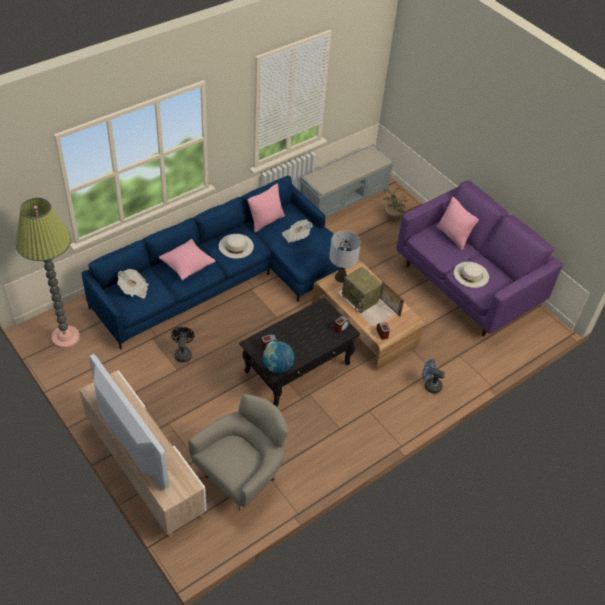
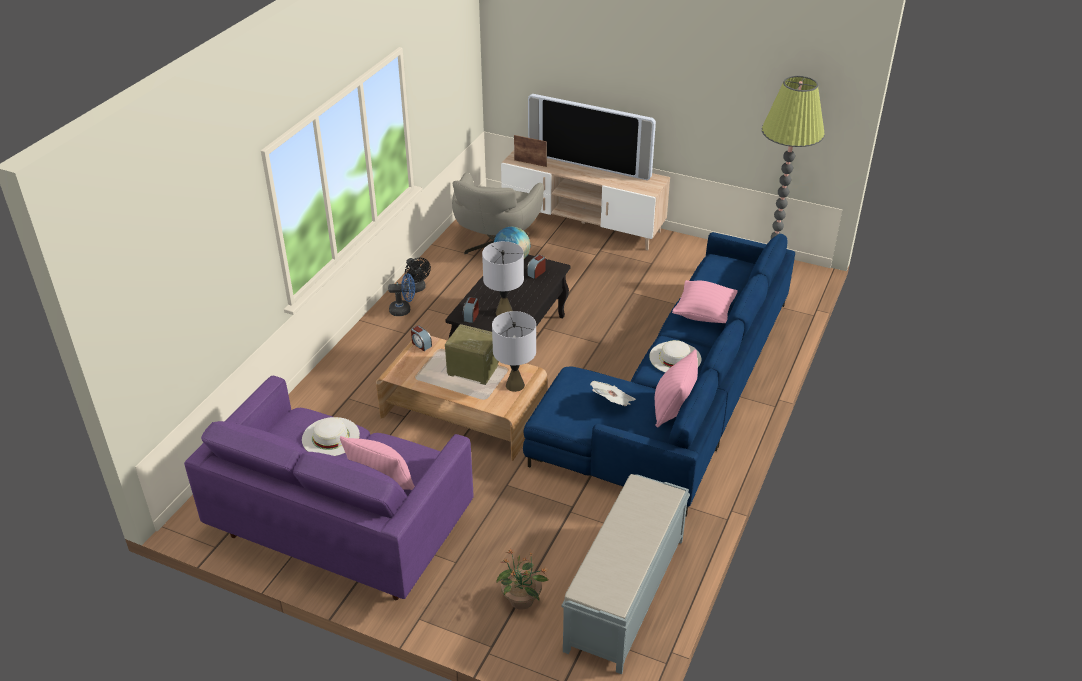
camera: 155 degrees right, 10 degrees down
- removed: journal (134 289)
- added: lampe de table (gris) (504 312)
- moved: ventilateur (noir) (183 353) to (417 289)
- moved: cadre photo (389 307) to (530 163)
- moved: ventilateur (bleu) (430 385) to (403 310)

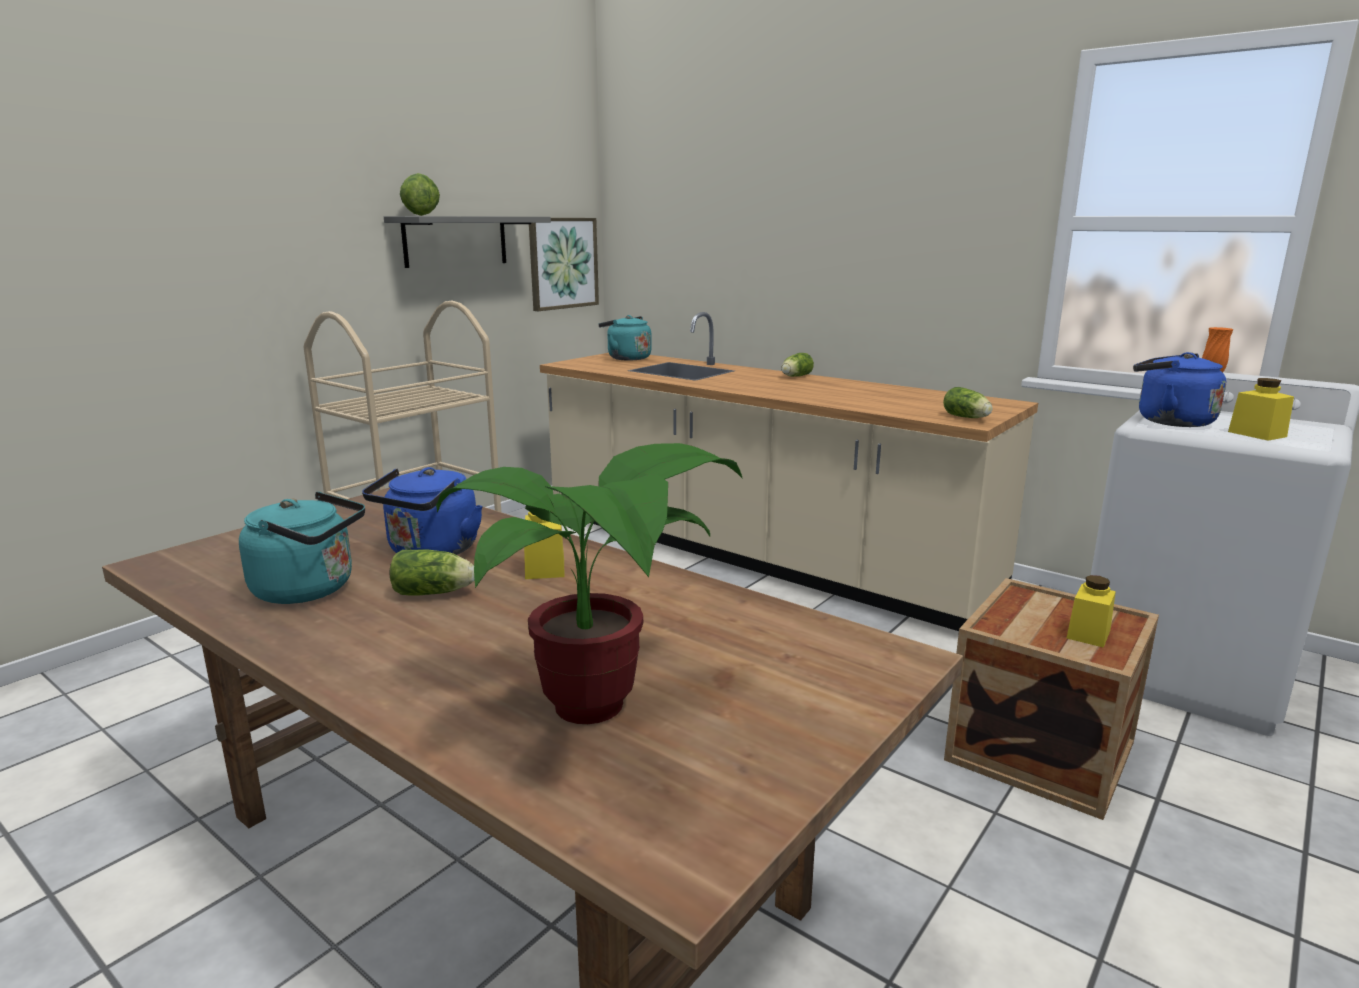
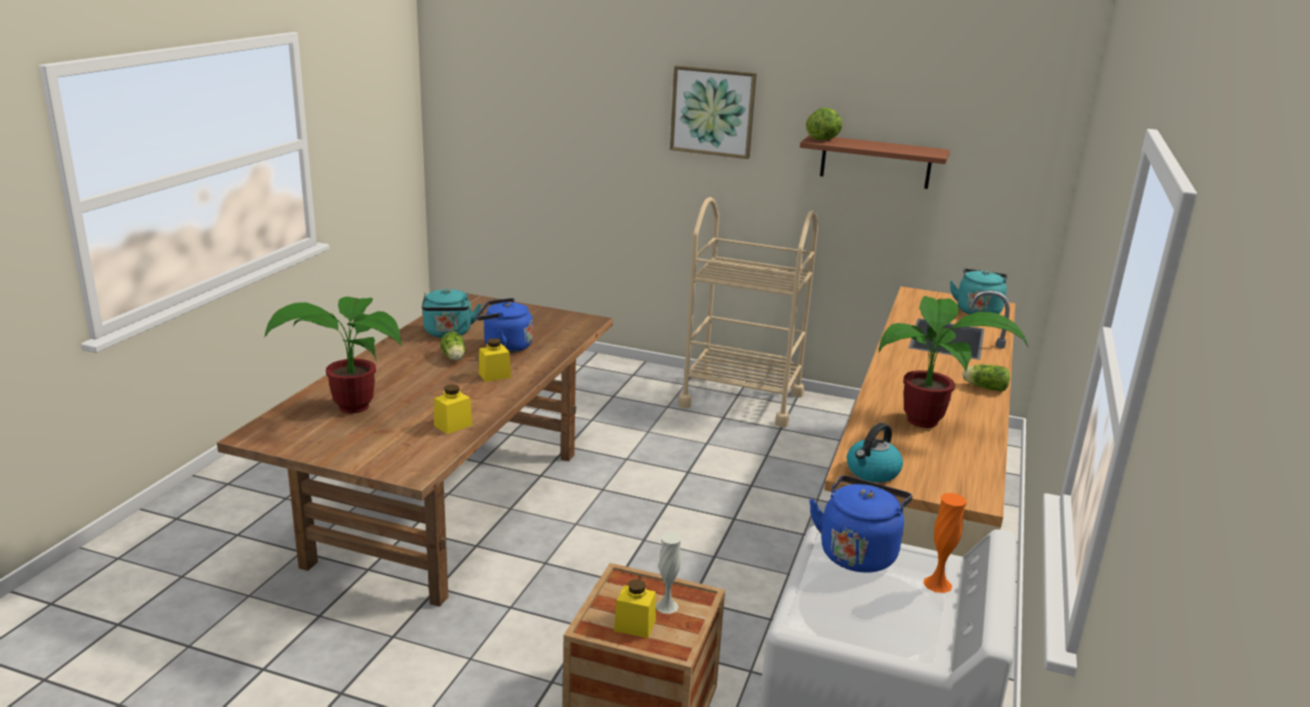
camera: 70 degrees right, 5 degrees up
- added: vase (blanc) (667 606)
- added: plante en pot (929 421)
- moved: tableau (563 263) to (713 111)
- moved: bocal (jaune) (1257 434) to (453 425)
- replaced: laitue (967 418) to bouilloire (872 472)
- recoloured: étagère (gris) (455 241) to étagère (marron) (875 162)

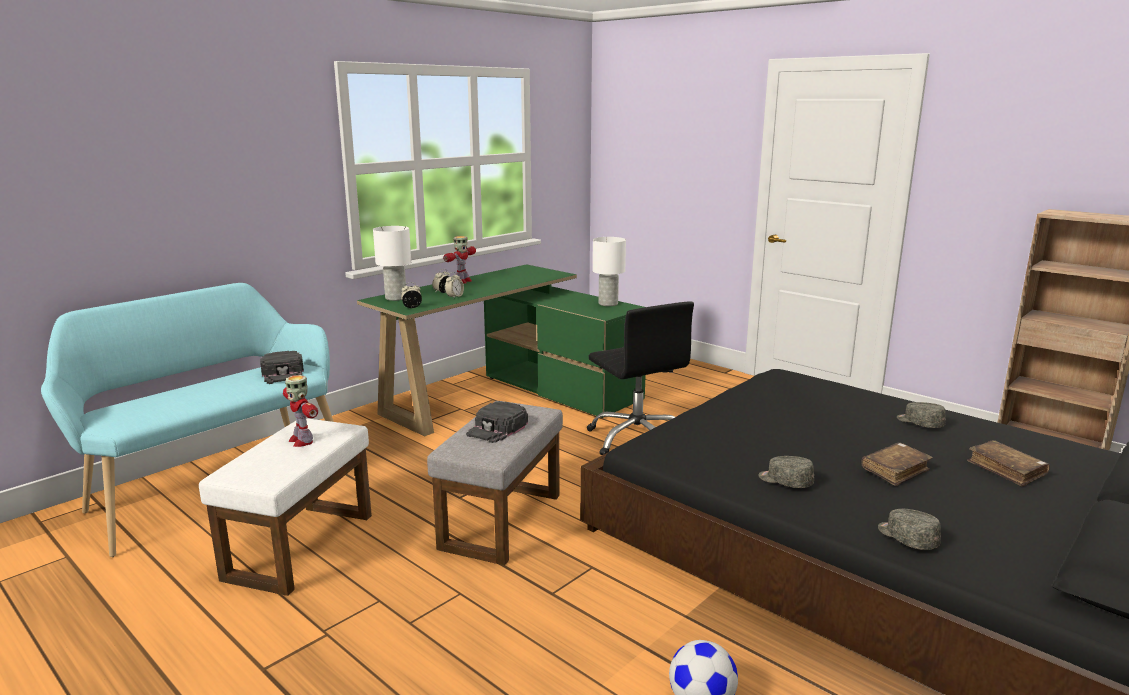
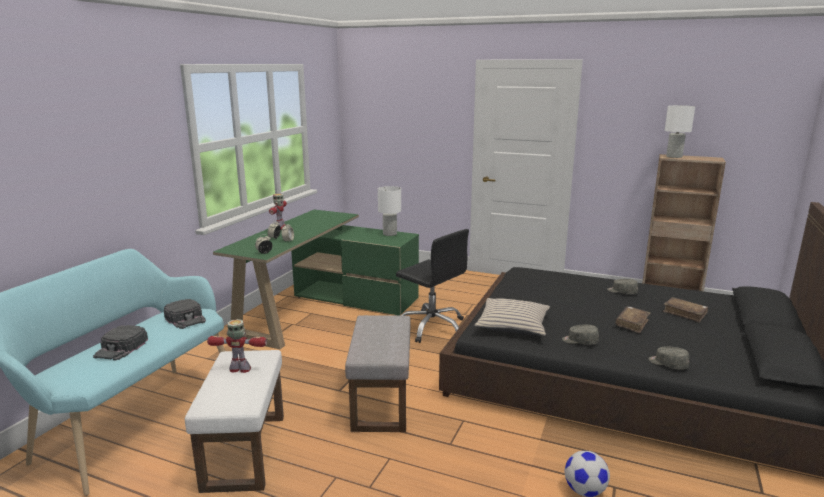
camera: 20 degrees left, 0 degrees up
- added: coussin (beige) (513 325)
- moved: lampe de table (blanc) (396 298) to (673 156)
- moved: casquette (noir) (497 428) to (121 348)
- turned: robot jouet (302 440) = (240 369) 150 degrees clockwise

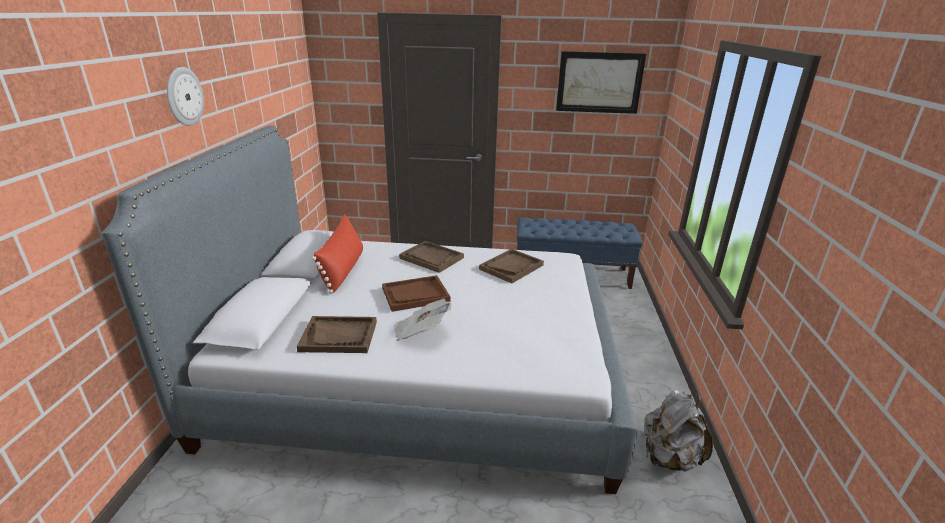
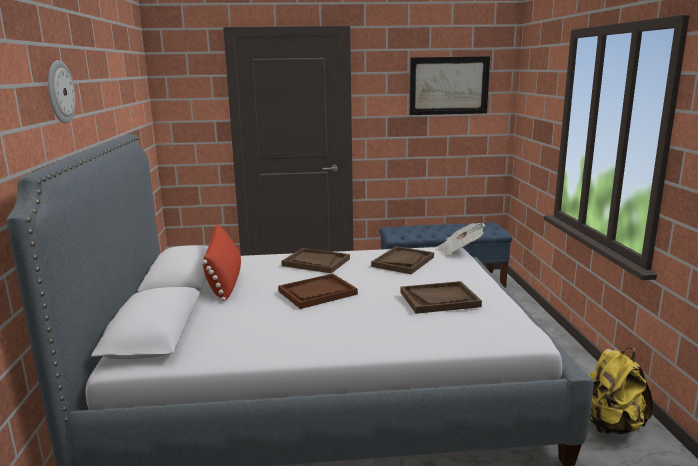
camera: 10 degrees left, 10 degrees down
- moved: plateau (marron) (339 336) to (439 299)
- moved: journal (420 332) to (459 250)
- recoloured: sac à dos (gris) (669 457) to sac à dos (jaune) (610 425)

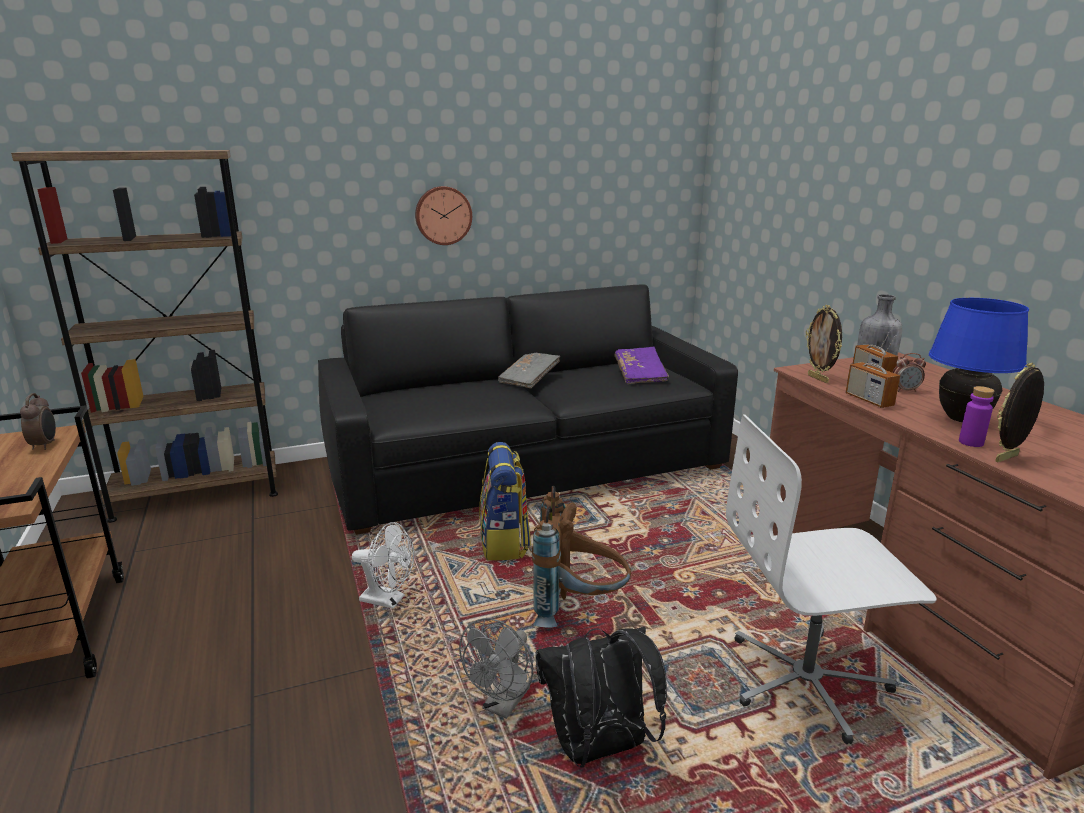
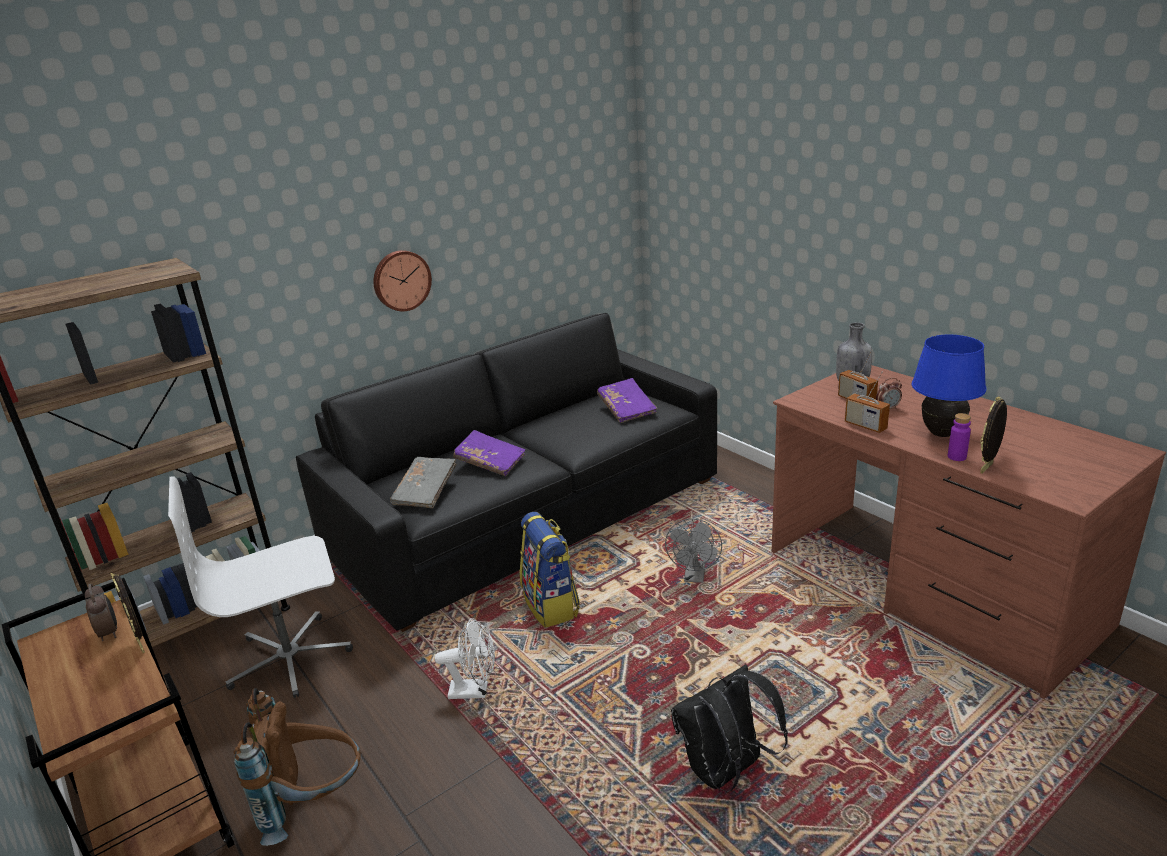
camera: 15 degrees left, 5 degrees up
- added: livre (violet) (490 463)
- moved: ventilateur (gris) (502 705) to (695 577)
- moved: livre (gris) (529 379) to (426 492)
- moved: sac à dos (marron) (578 609) to (314 804)
- moved: chaise de bureau (blanc) (807 681) to (290 658)
- moved: cadre photo (818 379) to (142 645)

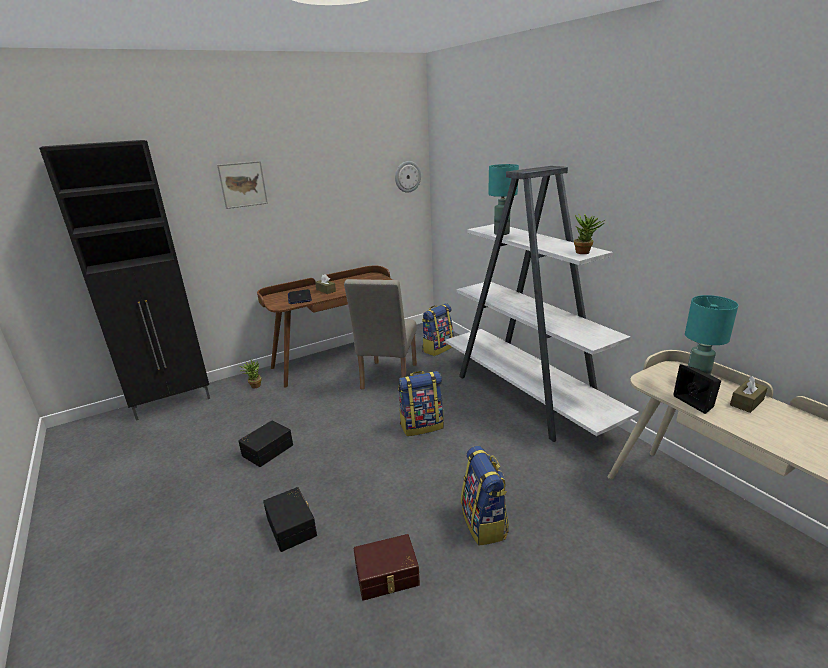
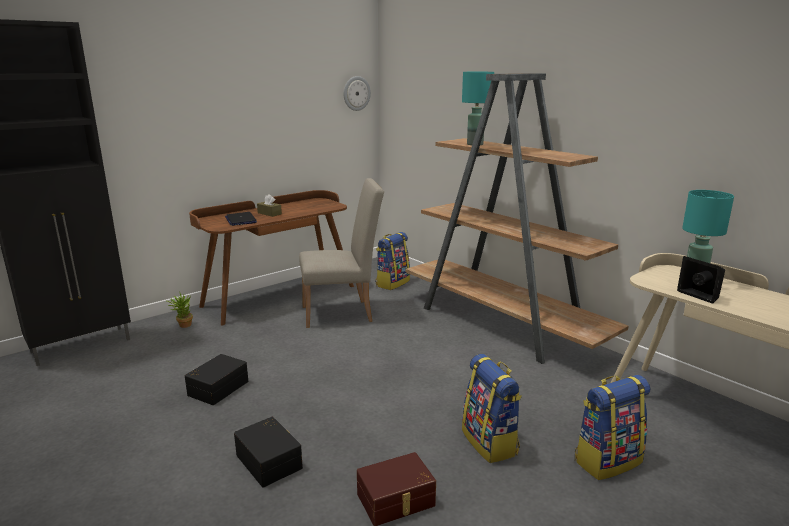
camera: 10 degrees left, 5 degrees down
- removed: tableau (243 184)
- removed: plante en pot (585 252)
- removed: boîte à mouchoirs (marron) (746 402)
- moved: sac à dos (422 426) to (607 460)
- recoloured: bibliothèque (blanc) (526 397) to bibliothèque (marron) (502 324)
- turned: chaise (beige) (387 379) = (343 313) 105 degrees counterclockwise

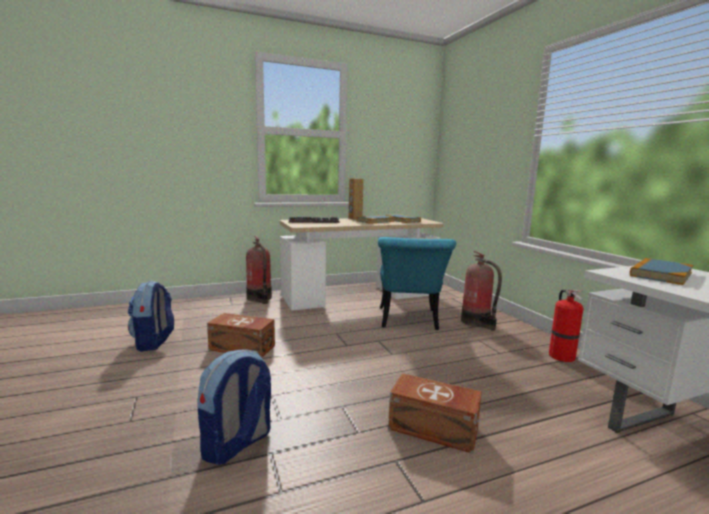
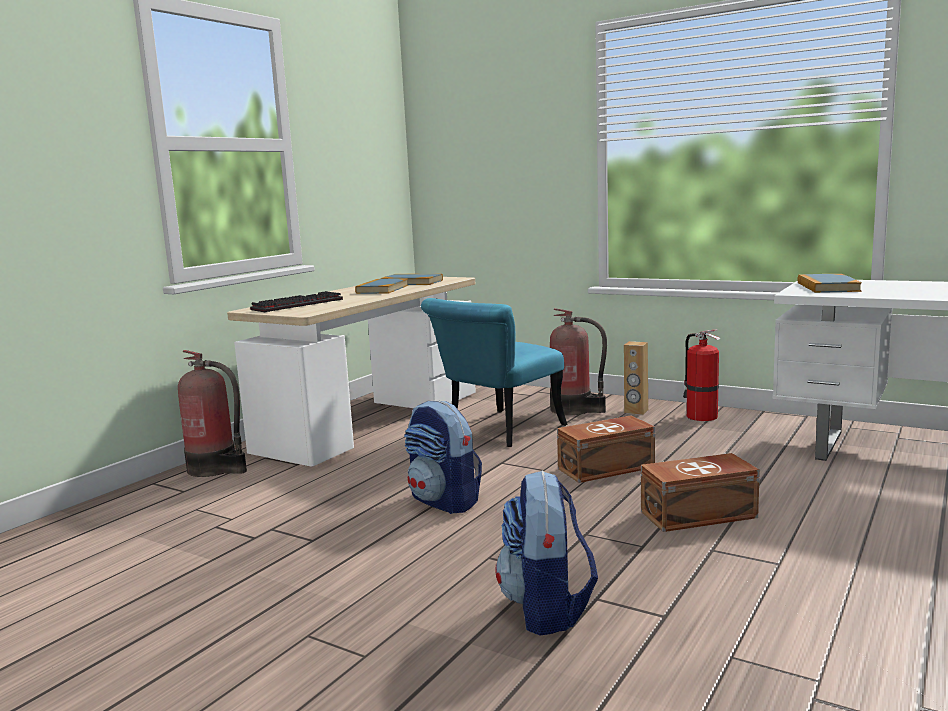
camera: 35 degrees left, 0 degrees up
- moved: sac à dos (154 342) to (444 502)
- moved: boîte de rangement (marron) (242 348) to (608 468)
- moved: enceinte (marron) (355 218) to (636 411)
- turned: chaise (turquoise) (408 321) = (497 431) 75 degrees clockwise

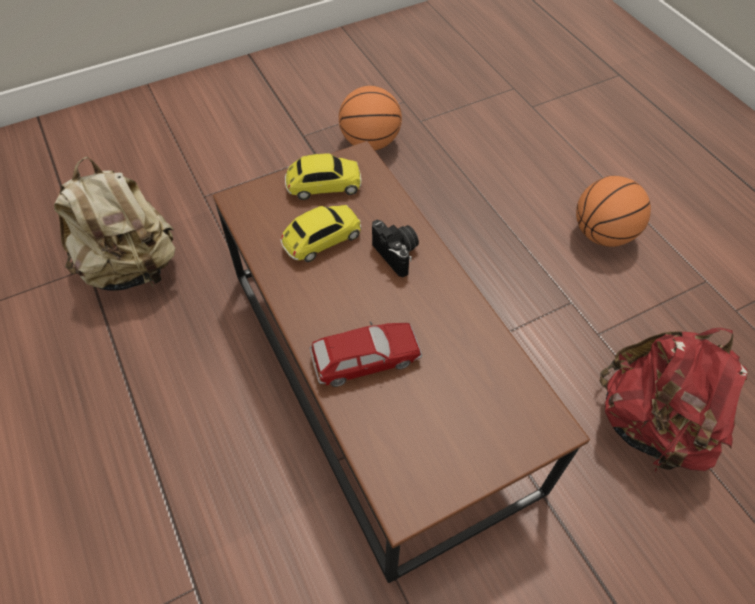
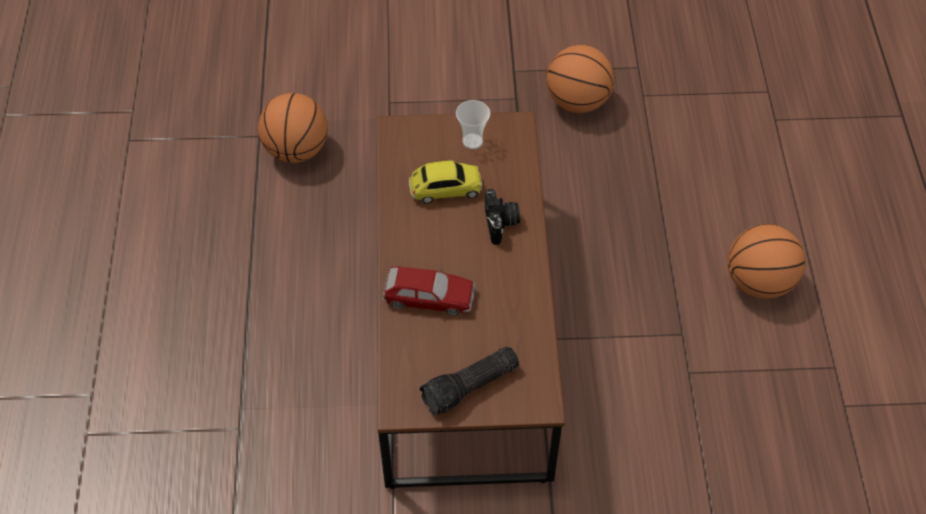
camera: 25 degrees right, 0 degrees up
- removed: sac à dos (rouge) (650 424)
- added: lampe de poche (470 388)
- replaced: sac à dos (beige) (132 268) to ballon de basket (296 150)
- replaced: petite voiture (323 186) to tasse (472 141)

